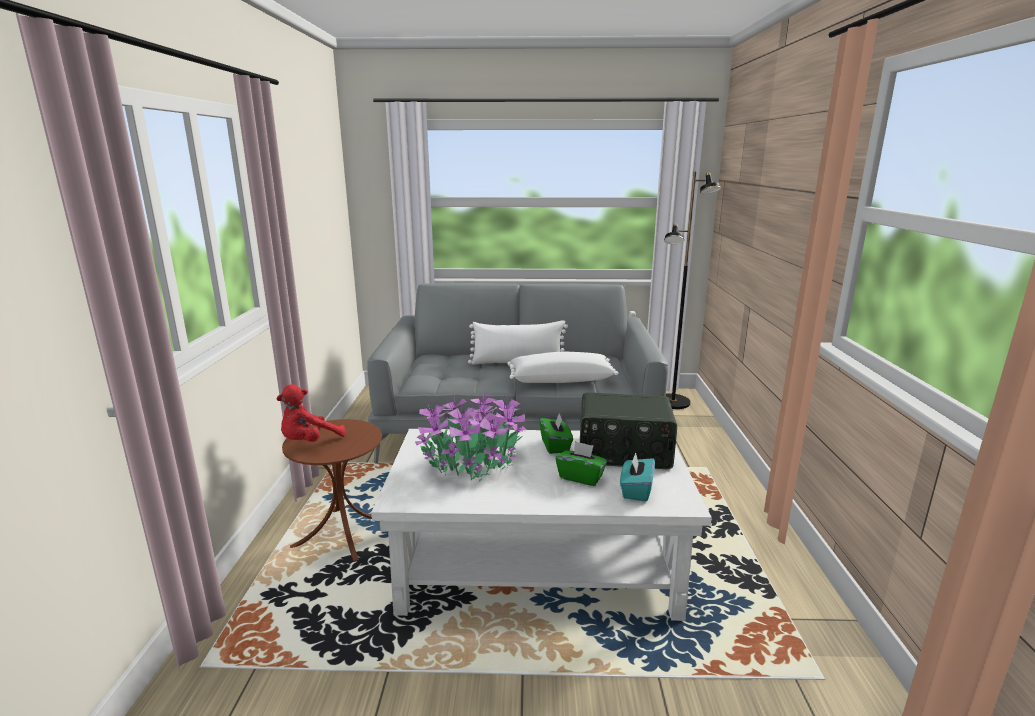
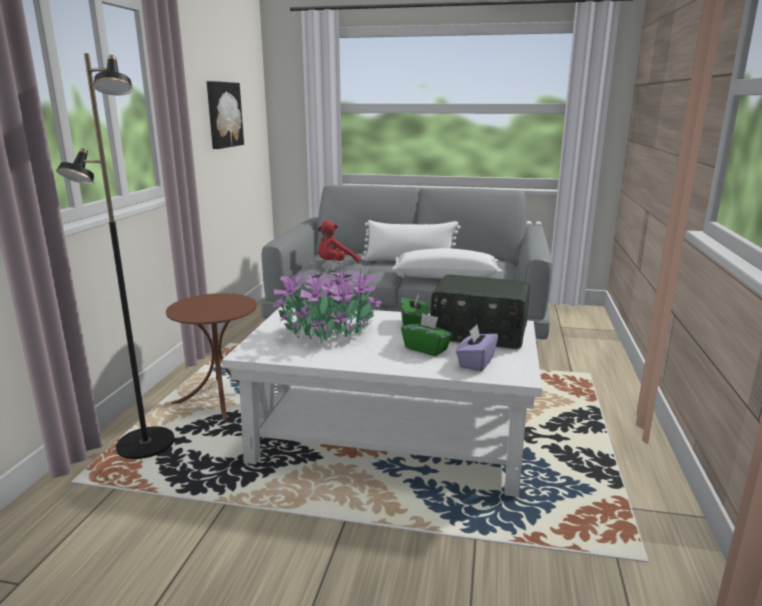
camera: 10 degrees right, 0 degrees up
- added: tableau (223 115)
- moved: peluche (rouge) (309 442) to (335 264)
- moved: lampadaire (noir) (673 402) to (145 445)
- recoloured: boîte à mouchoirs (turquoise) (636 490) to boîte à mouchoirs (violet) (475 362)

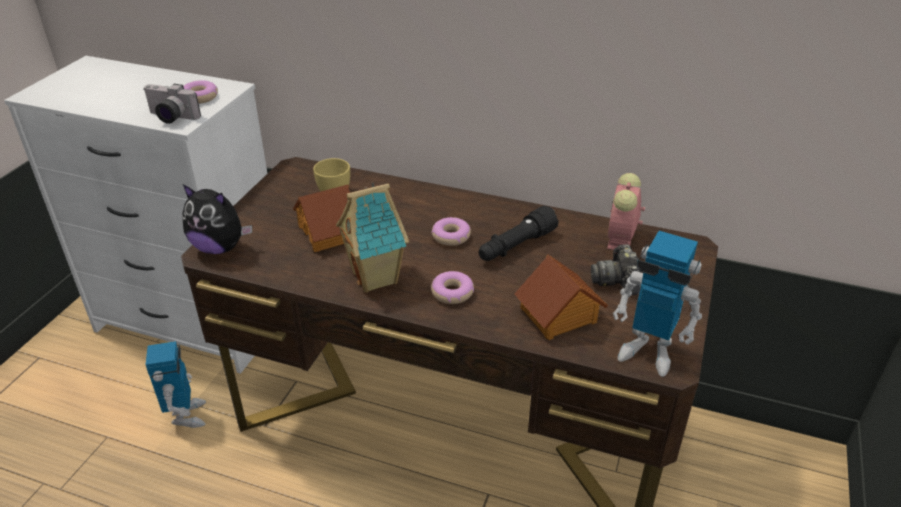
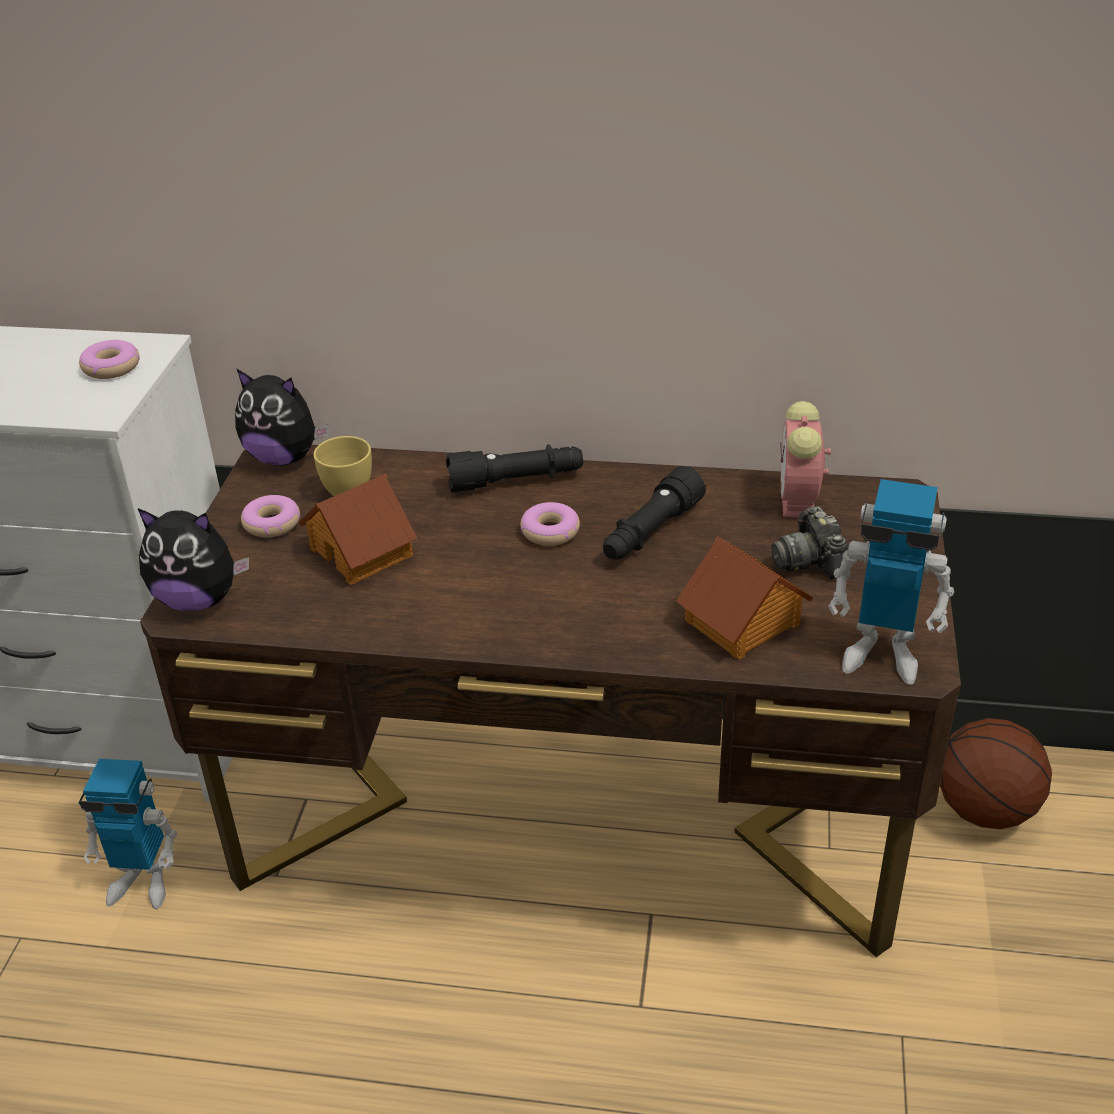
camera: 10 degrees left, 0 degrees up
- removed: appareil photo (170 118)
- removed: maison miniature (377 278)
- added: peluche (284 458)
- added: lampe de poche (noir) (516 481)
- added: ballon de basket (986 810)
- moved: beignet (452 293) to (272 524)
- turned: robot jouet (186 416) = (142 883) 120 degrees clockwise

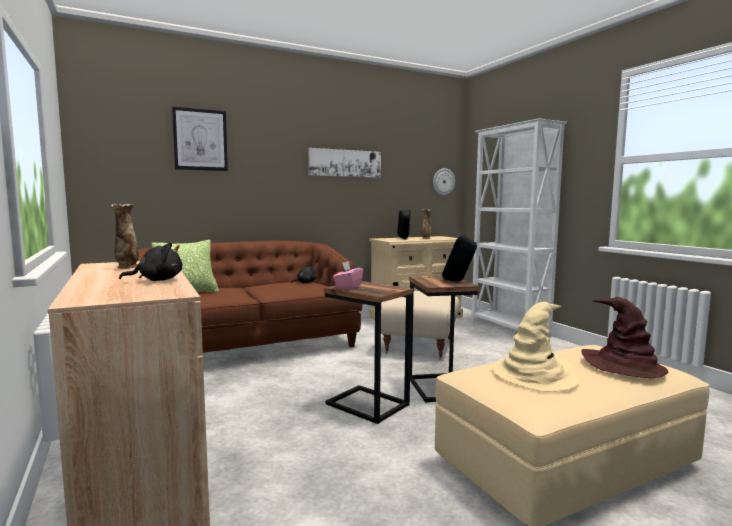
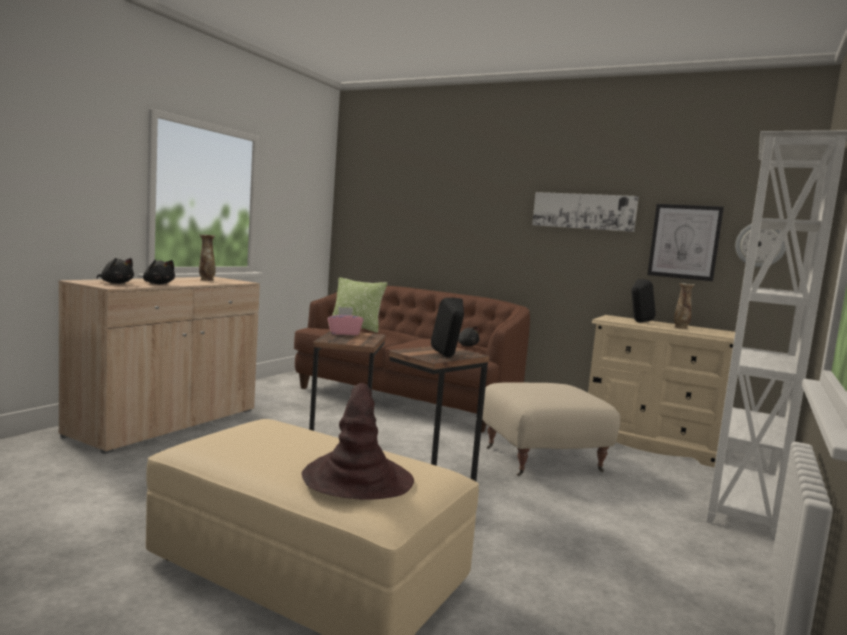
camera: 55 degrees right, 0 degrees up
- removed: chapeau (beige) (534 375)
- added: peluche (noir) (116 283)
- moved: tableau (200 139) to (684 242)

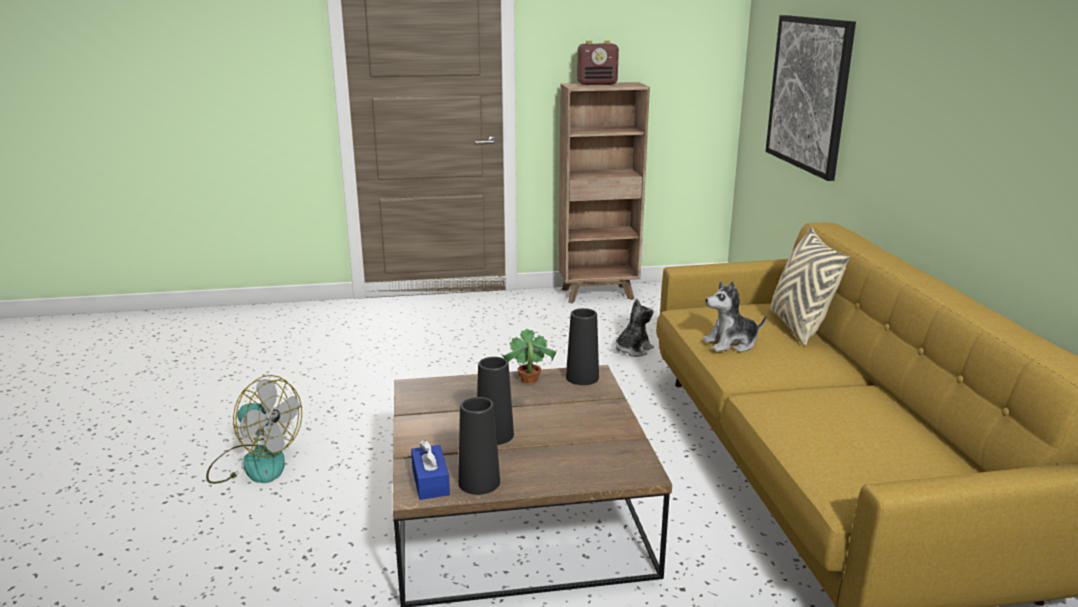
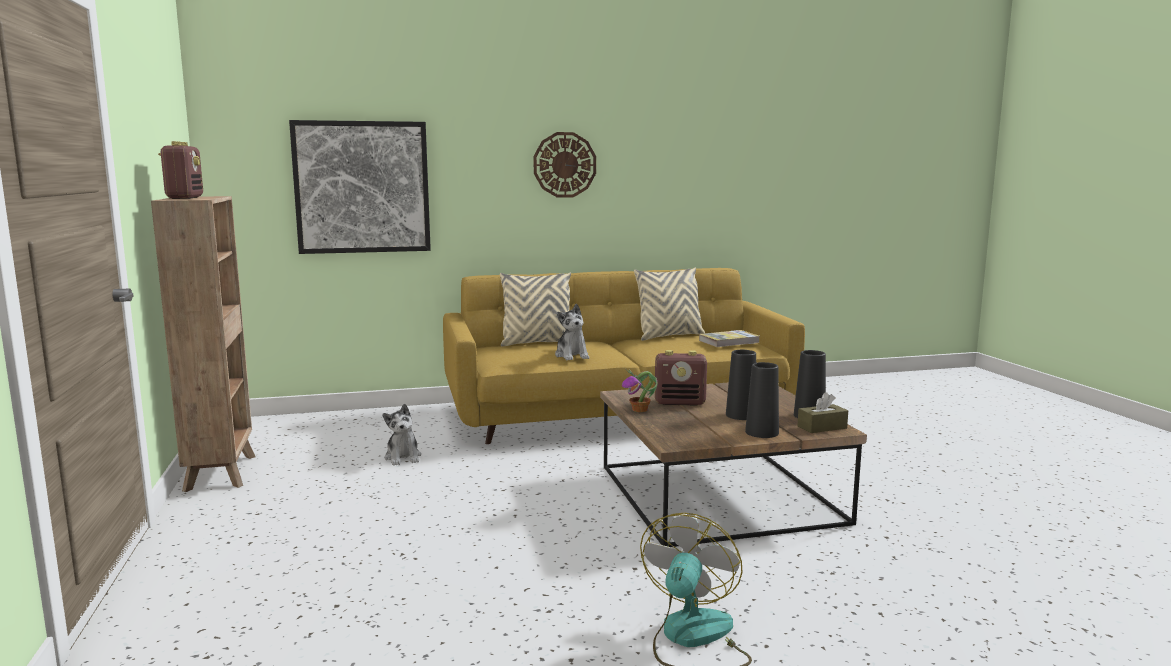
camera: 95 degrees left, 10 degrees down
- added: horloge murale (564 165)
- added: coussin (beige) (669 336)
- added: radio (680 403)
- added: livre (729 341)
- moved: vase (noir) (582 377) to (762 432)
- recoloured: boîte à mouchoirs (bleu) (430 482) to boîte à mouchoirs (marron) (822 427)
- turned: peluche (633 350) = (403 457) 150 degrees counterclockwise

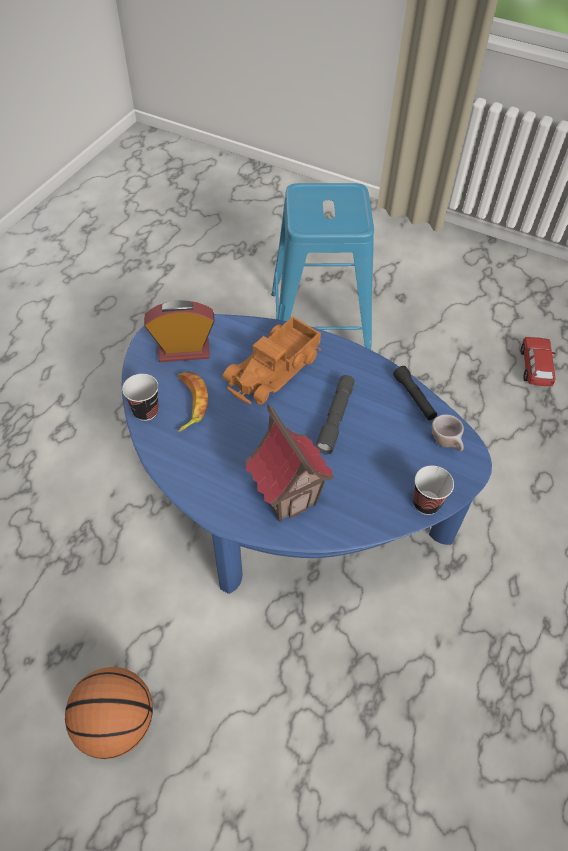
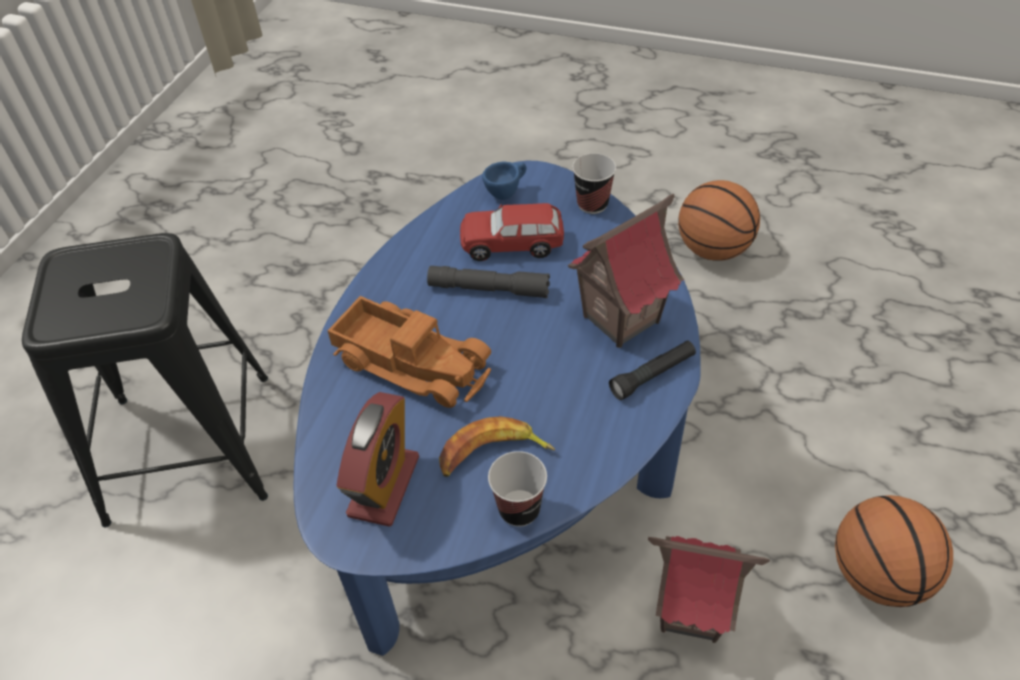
camera: 95 degrees left, 5 degrees down
- added: maison miniature (691 612)
- added: ballon de basket (713 249)
- moved: lampe de poche (noir) (414 398) to (652 375)
- moved: petite voiture (rouge) (535 368) to (512 244)
- recoloured: tabouret (bleu) (318 325) to tabouret (noir) (189 448)
- recoloured: tasse (beige) (446 443) to tasse (bleu) (506 193)
- turned: réveil (184 351) = (384 486) 150 degrees counterclockwise

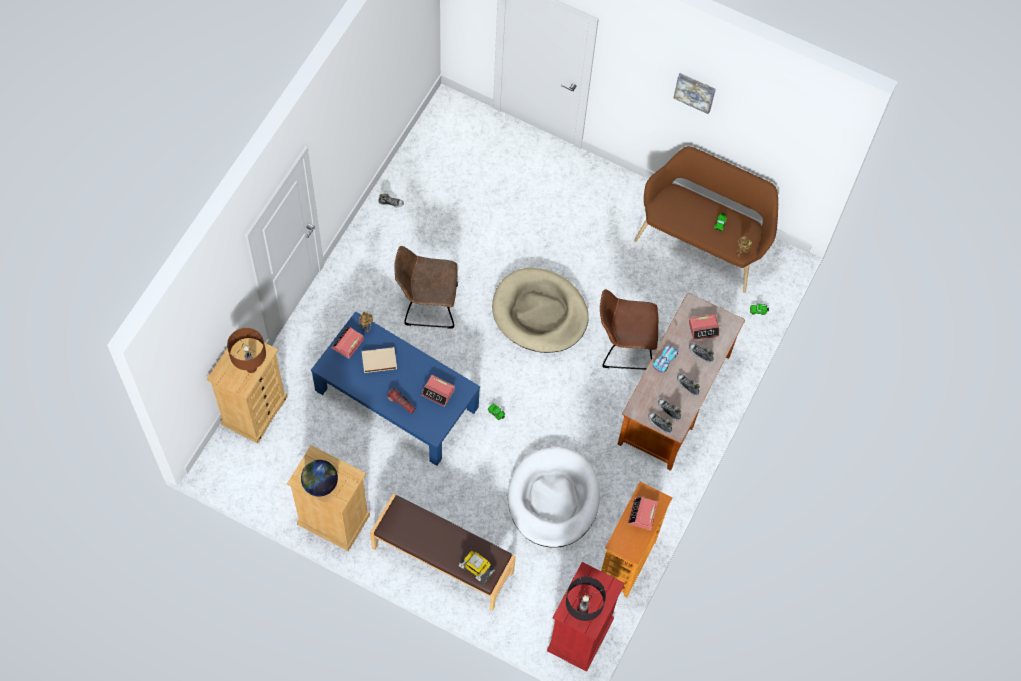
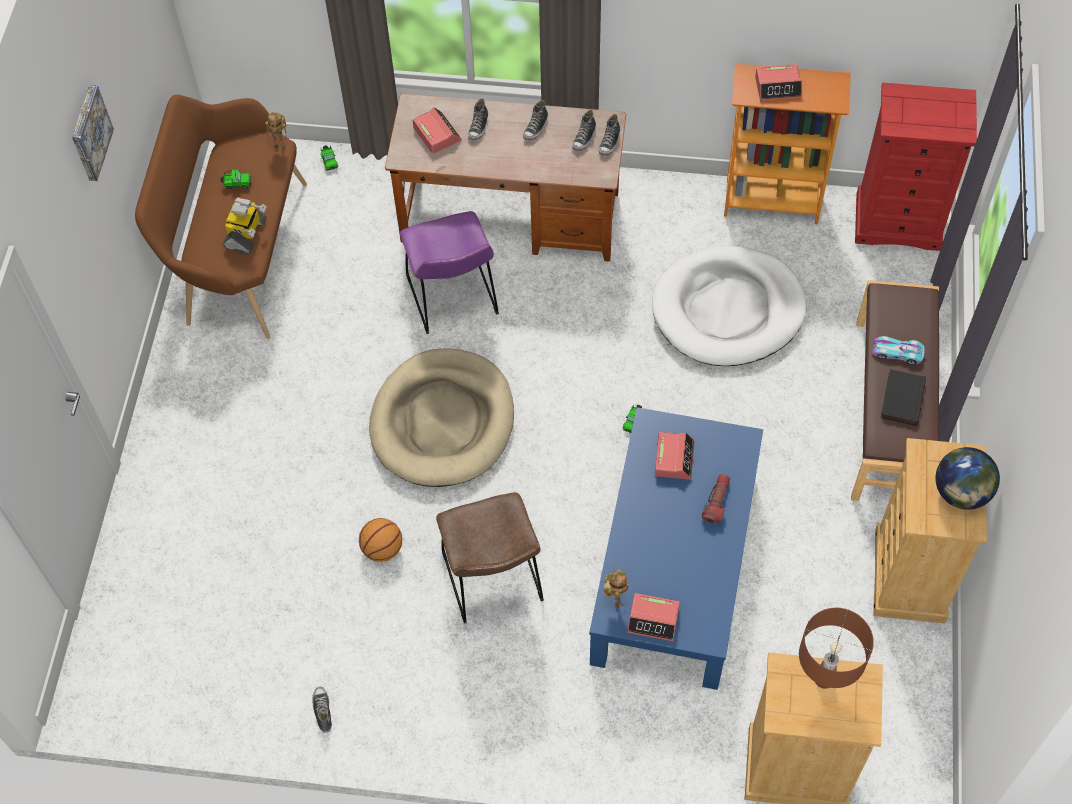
camera: 105 degrees left, 5 degrees down
- removed: livre (beige) (379 362)
- removed: lampe de table (noir) (582 612)
- added: ballon de basket (382 548)
- added: livre (noir) (901 399)
- moved: robot jouet (476 569) to (246 234)
- moved: petite voiture (665 359) to (897 352)
- recoloured: chaise (marron) (623 347) to chaise (violet) (453 299)

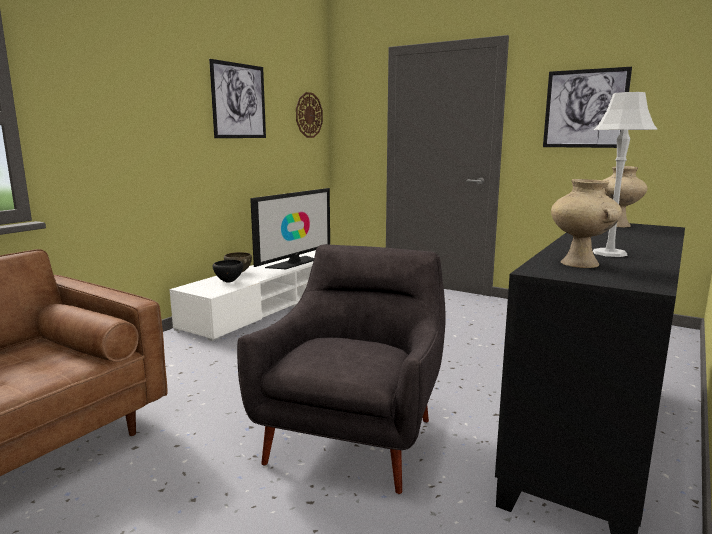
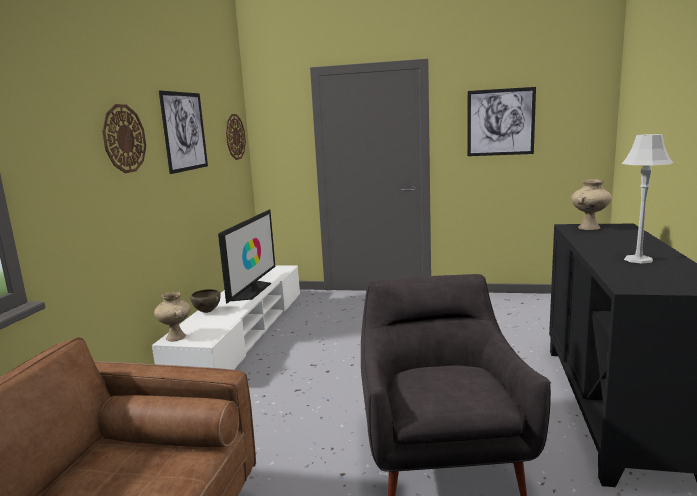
camera: 20 degrees left, 0 degrees up
- removed: bol (noir) (228 282)
- added: horloge murale (124 138)
- moved: vase (beige) (581 264) to (176 337)

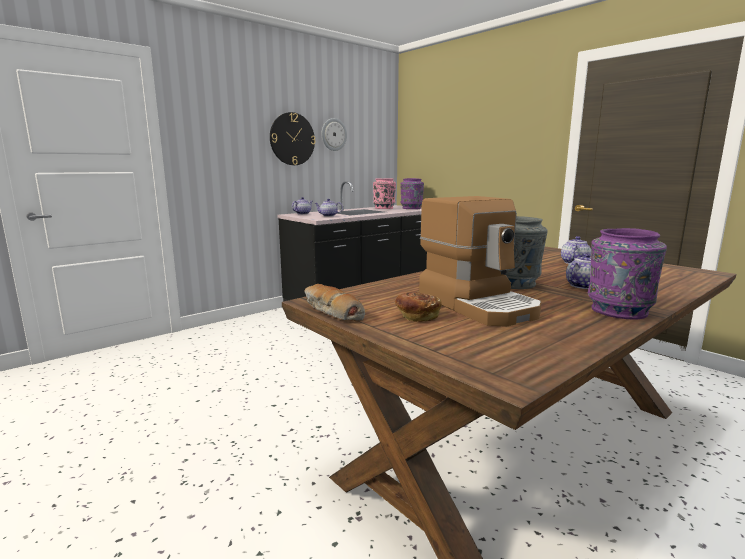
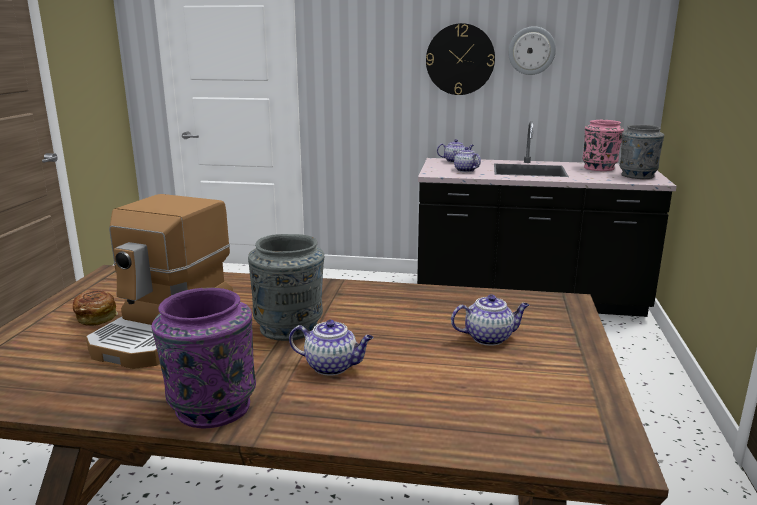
camera: 50 degrees right, 5 degrees up
- removed: pain (331 311)
- recoloured: vase (violet) (411 208) to vase (gris) (637 176)

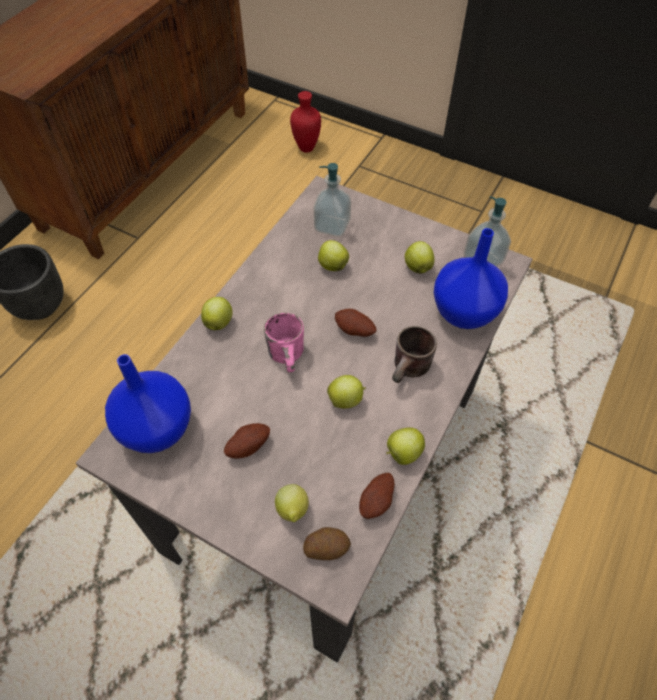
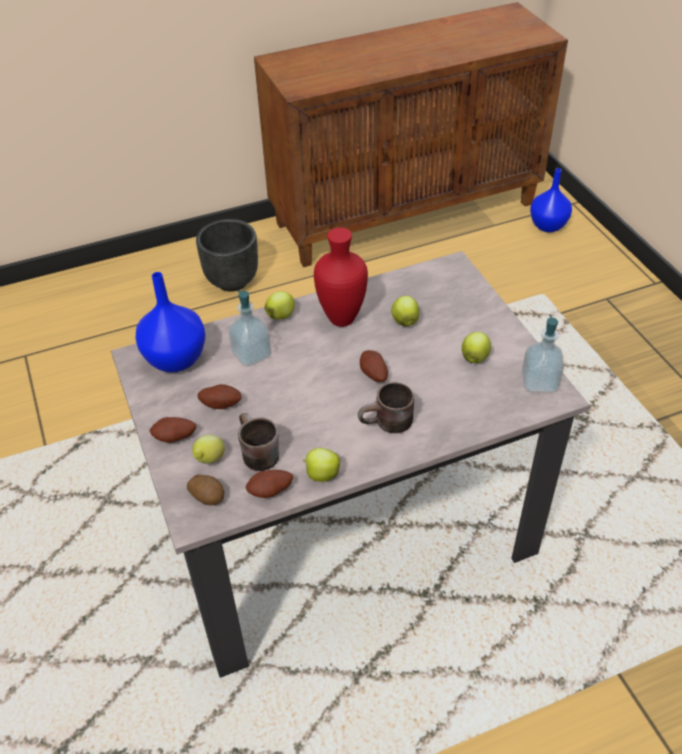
camera: 40 degrees right, 10 degrees down
- removed: mug (rose) (290 356)
- removed: pomme (346 400)
- added: pomme de terre (175 438)
- added: mug (marron) (254 453)
- moved: vase (rouge) (307 148) to (343 320)
- moved: distributeur de savon (332 226) to (251 354)
- moved: vase (bleu) (462 313) to (547 225)

